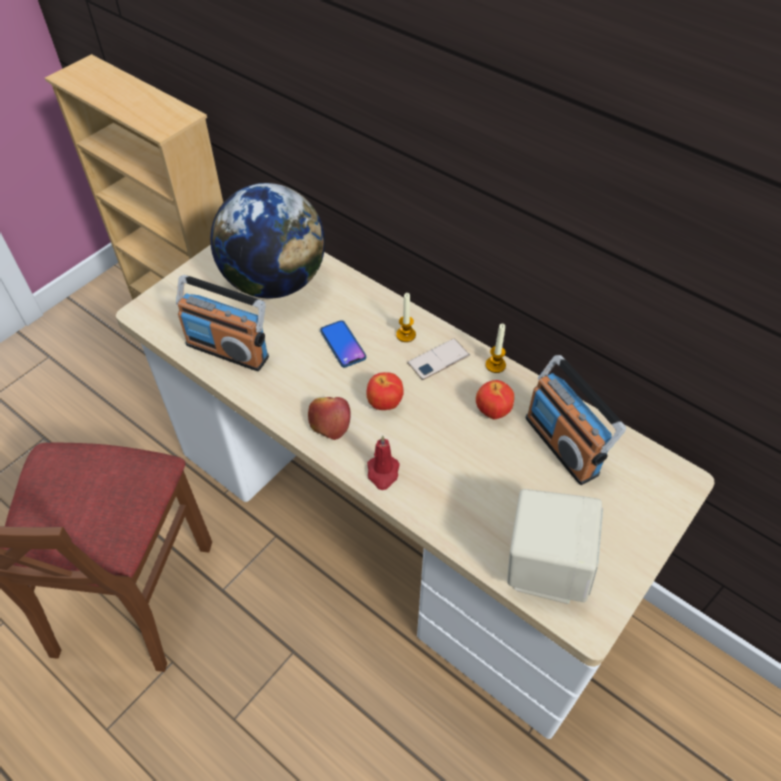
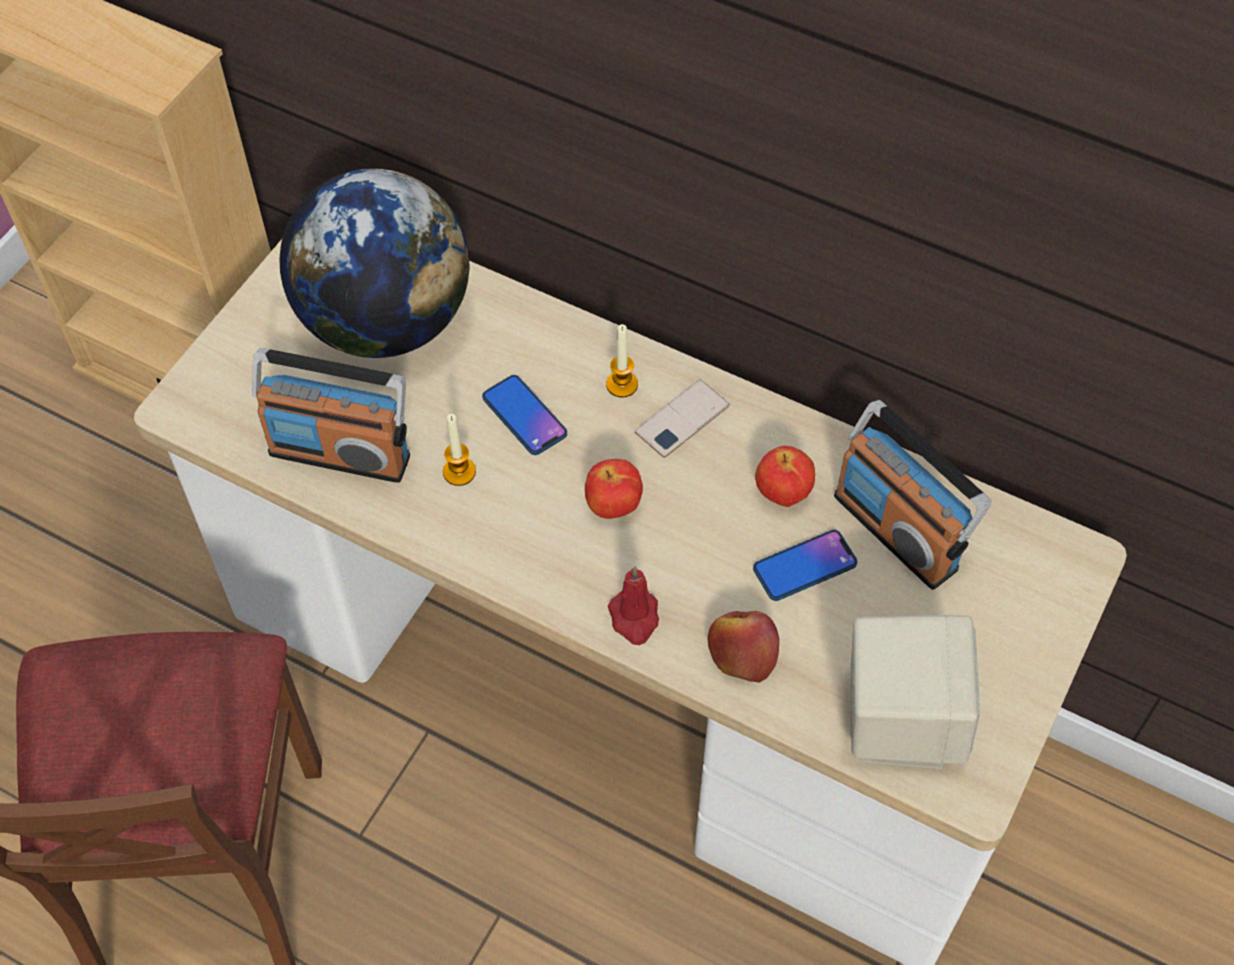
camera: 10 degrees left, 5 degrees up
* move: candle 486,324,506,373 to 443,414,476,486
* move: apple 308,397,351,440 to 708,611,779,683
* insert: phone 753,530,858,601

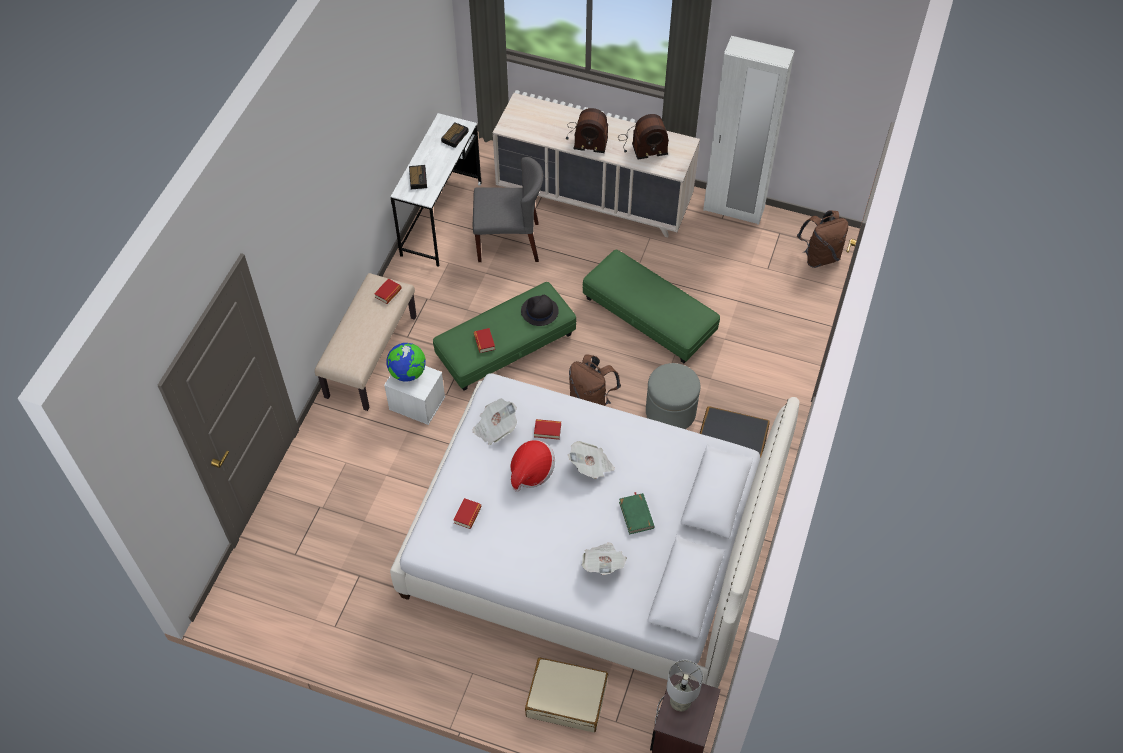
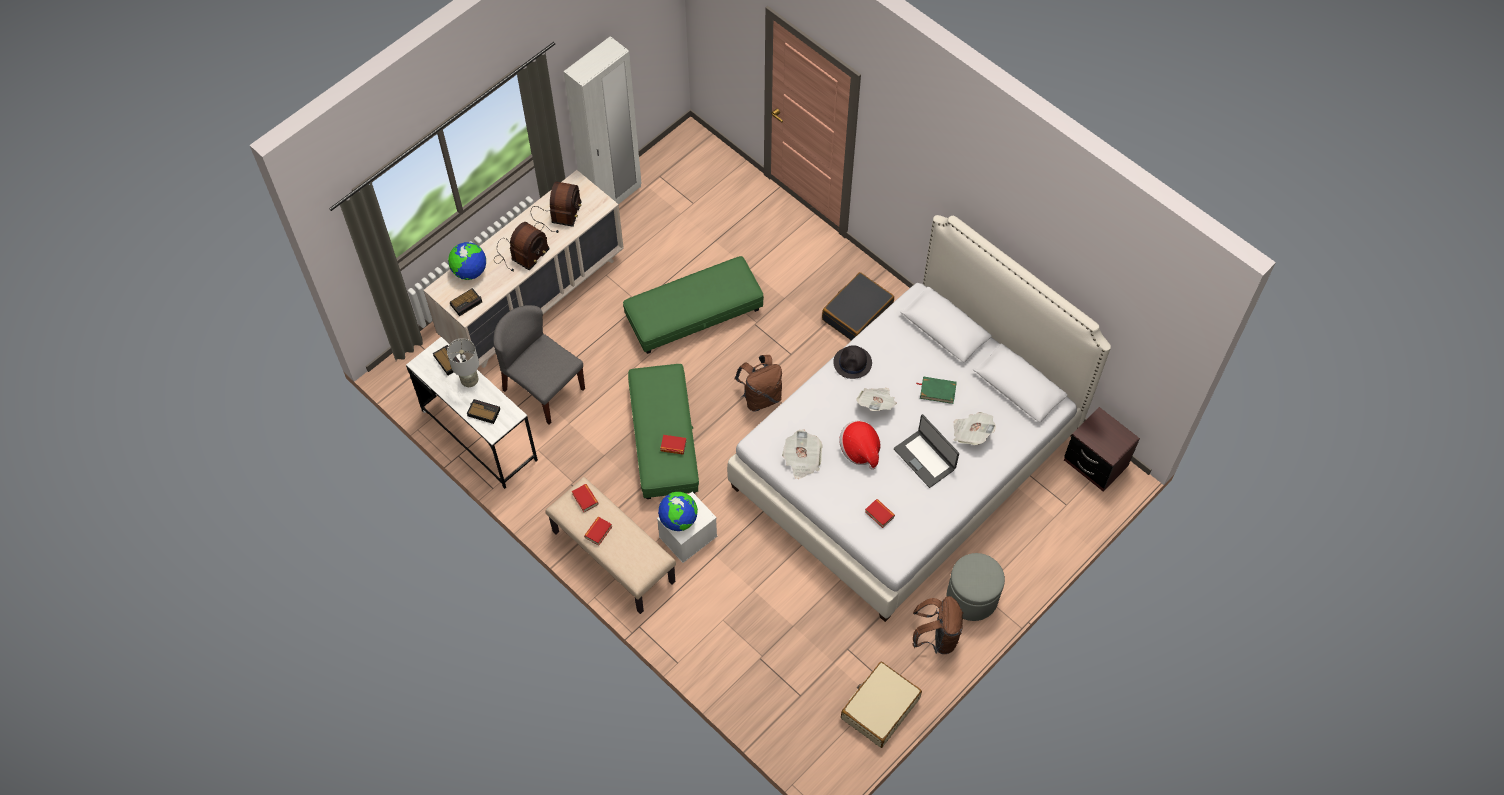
camera: 65 degrees left, 5 degrees up
* move: table lamp in grey 667,660,703,711 to 447,338,479,387
* insert: globe 448,242,486,280
* insert: alarm clock 450,288,482,316
* rotate: chair in grey 473,157,543,262 = 493,305,585,425 75 degrees counterclockwise
* move: book 534,419,561,440 to 584,517,612,546
* move: hat in black 521,295,559,326 to 833,345,872,379
* move: suitcase in beige 525,658,608,732 to 841,662,922,748
* insert: laptop 894,414,959,488
* move: backpack in brown 797,210,848,268 to 912,596,963,654
* move: ottoman in grey 646,363,700,429 to 947,553,1005,621

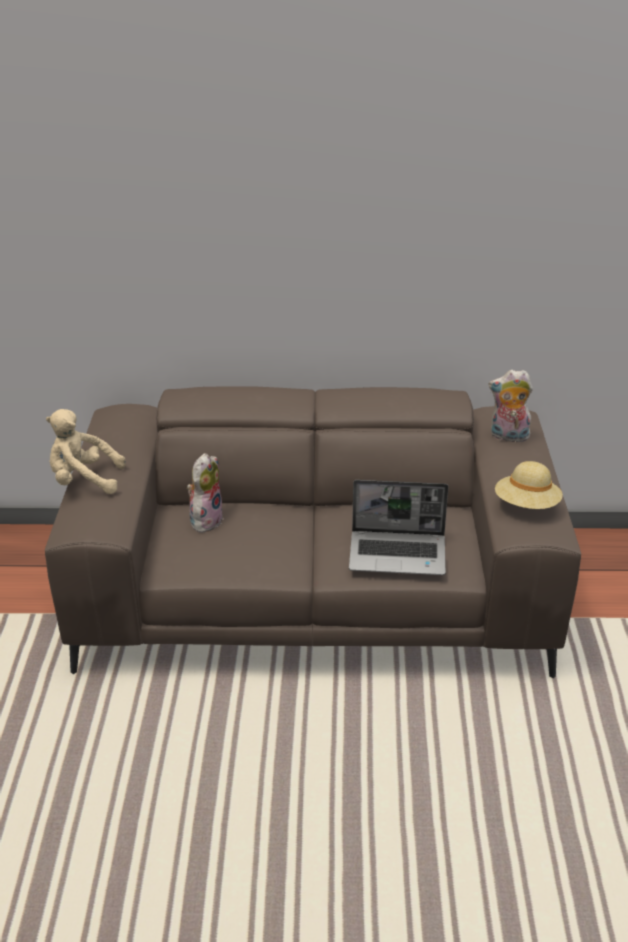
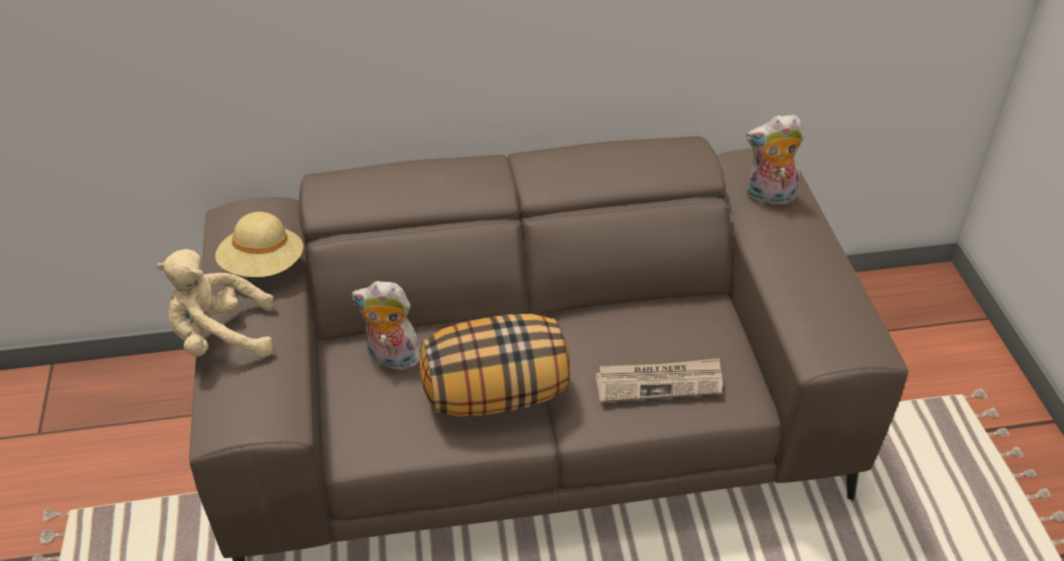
camera: 10 degrees left, 10 degrees up
* move: hat in beige 495,461,563,509 to 215,212,303,277
* rotate: plush toy 187,453,224,533 = 352,281,420,370 90 degrees counterclockwise
* insert: pillow 420,314,570,417
* replace: laptop 349,480,448,575 to newspaper 596,358,723,403

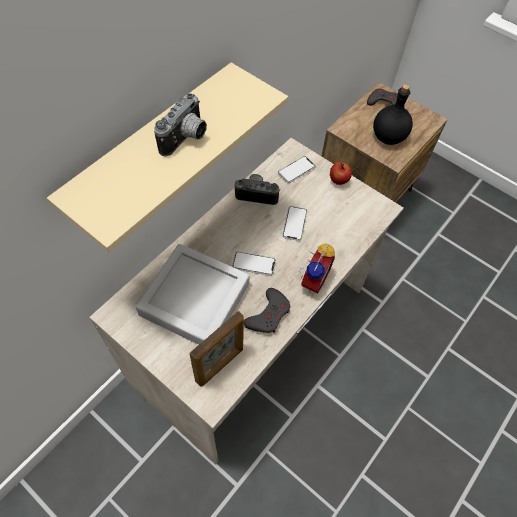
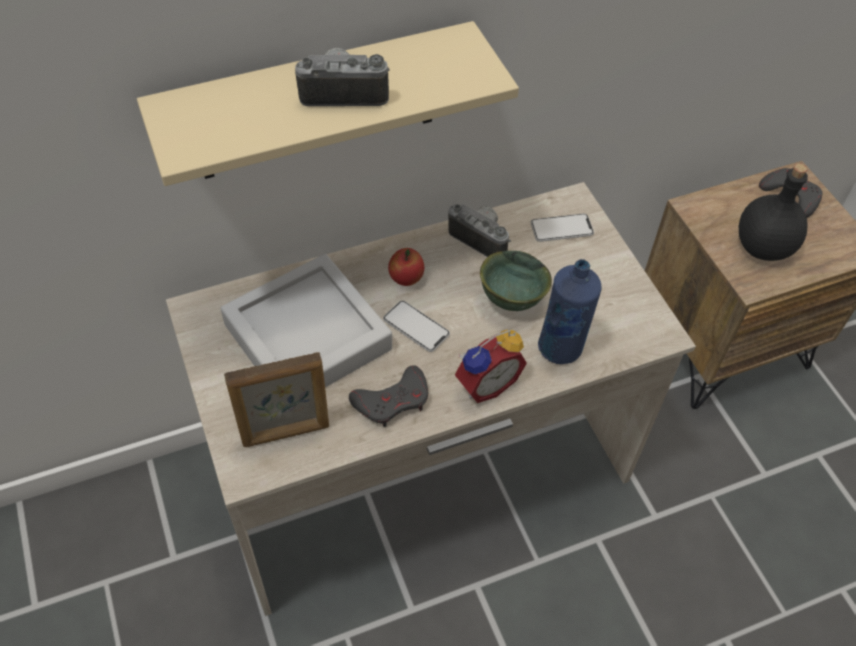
camera: 30 degrees right, 5 degrees down
* rotate: photo camera 154,93,207,156 = 295,48,390,106 150 degrees counterclockwise
* move: apple 330,162,352,185 to 388,248,424,286
* replace: phone 282,206,307,241 to bowl in green 480,251,552,311
* insert: bottle in blue 538,259,601,364

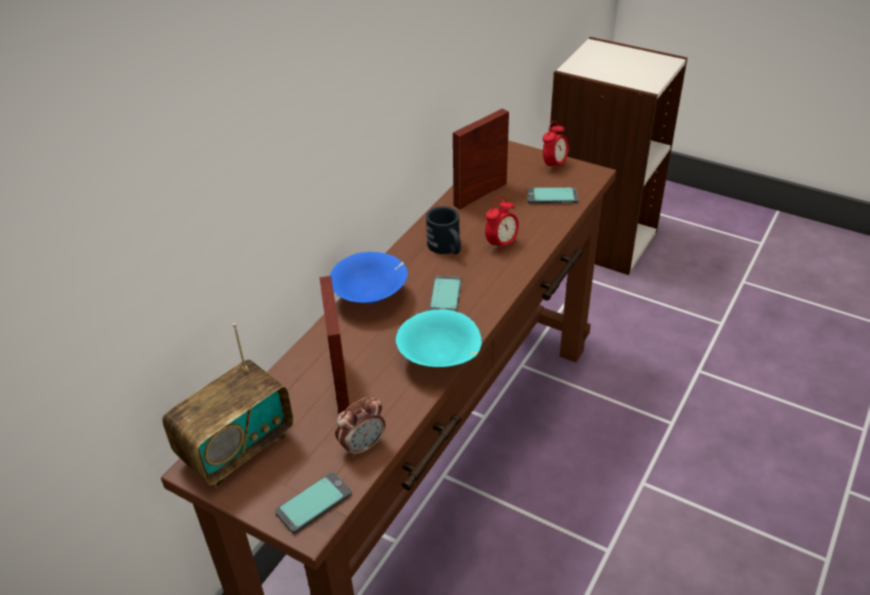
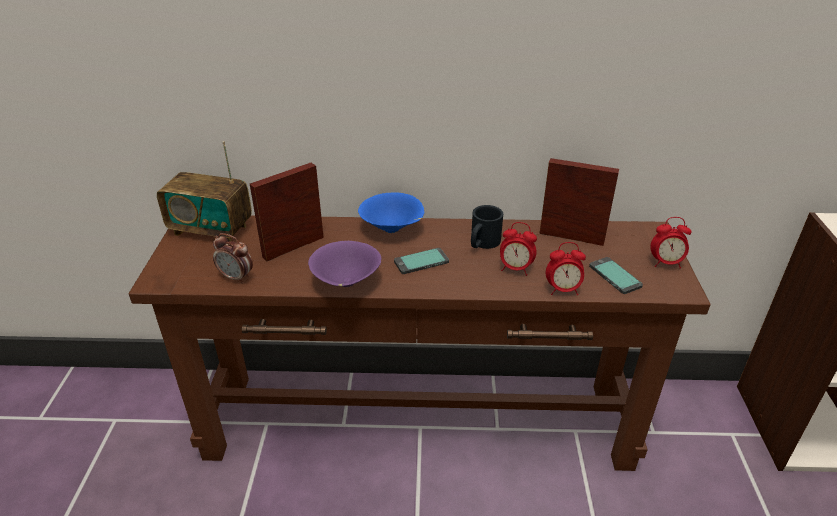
camera: 60 degrees right, 5 degrees down
* recolor: bowl in turquoise 396,309,482,367 to bowl in purple 308,241,381,287
* insert: alarm clock 546,242,586,295
* delete: phone 275,472,352,534

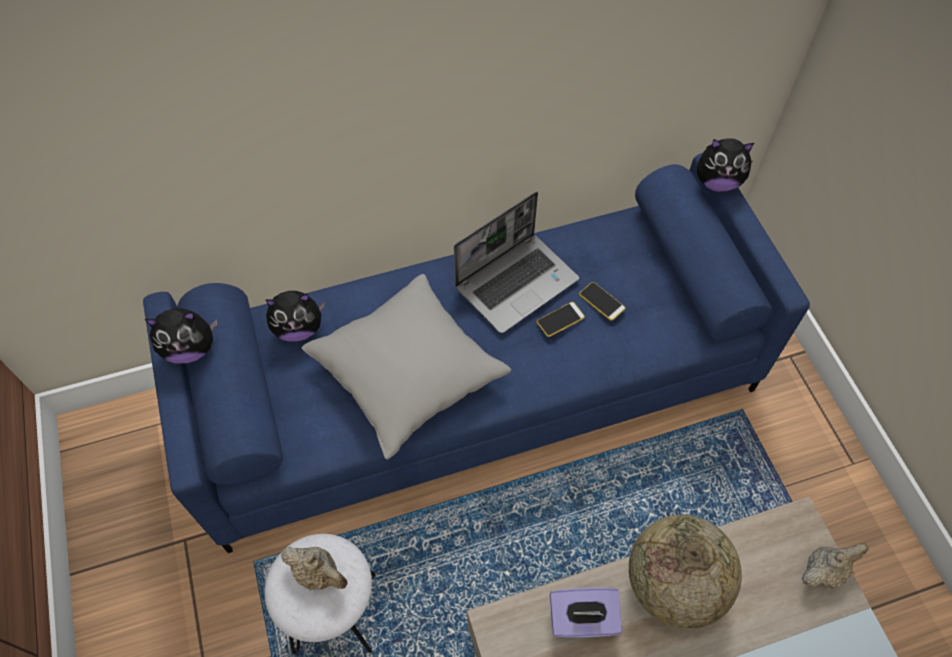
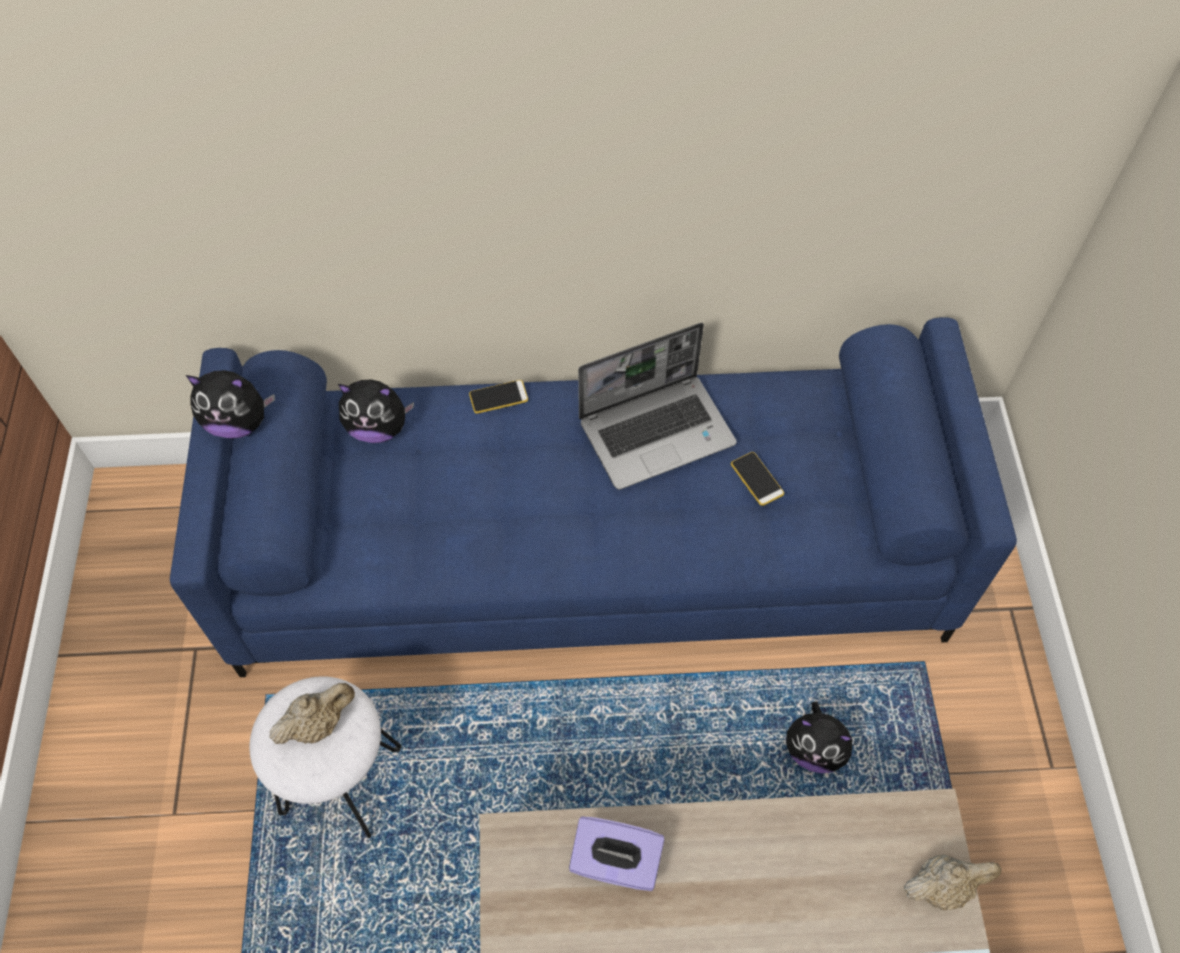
camera: 15 degrees right, 0 degrees up
* rotate: teapot in beige 281,546,348,590 = 269,683,355,744 75 degrees counterclockwise
* move: phone 536,302,585,337 to 469,380,528,414
* move: plush toy 697,138,754,192 to 786,701,857,773
* delete: pillow in grey 302,274,511,459
* delete: globe 629,515,742,629

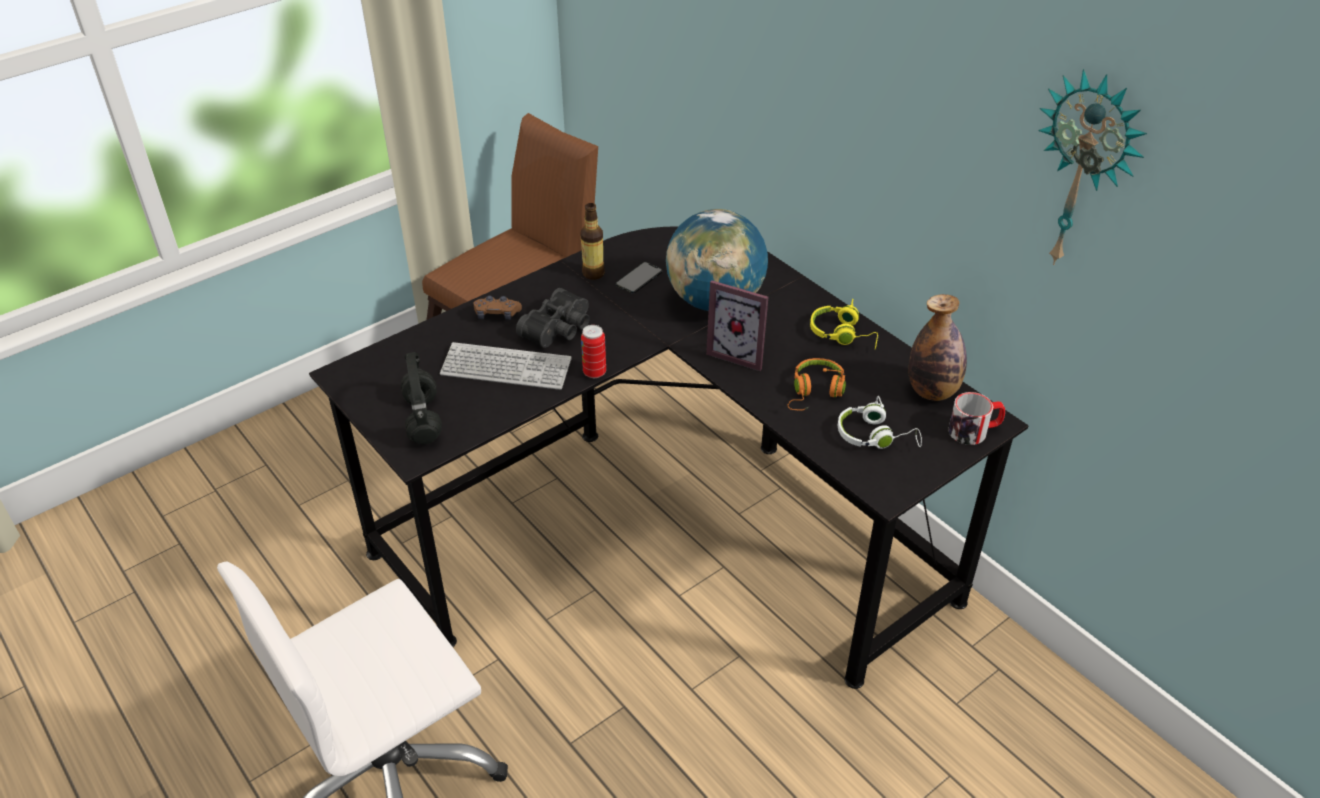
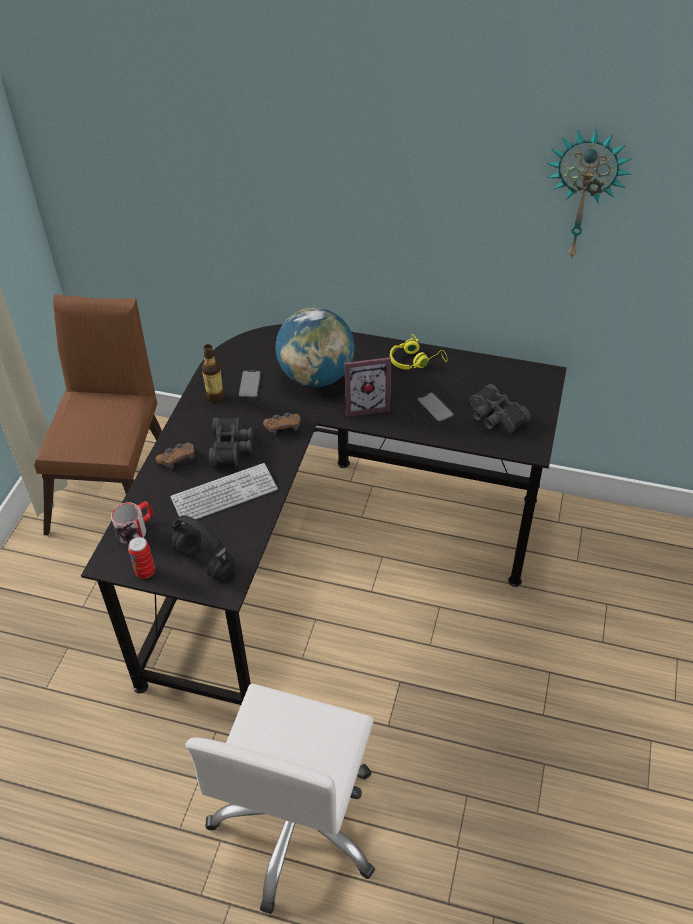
camera: 35 degrees left, 5 degrees up
* move: mug 948,392,1005,445 to 111,501,153,544
* move: can 581,325,606,378 to 128,537,155,579
* insert: game controller in brown 263,412,301,435
* replace: headphones in orange 787,358,846,411 to phone 417,392,454,423
* replace: headphones in white 838,396,922,449 to binoculars in black 470,384,531,434
* delete: bottle 908,294,967,401

